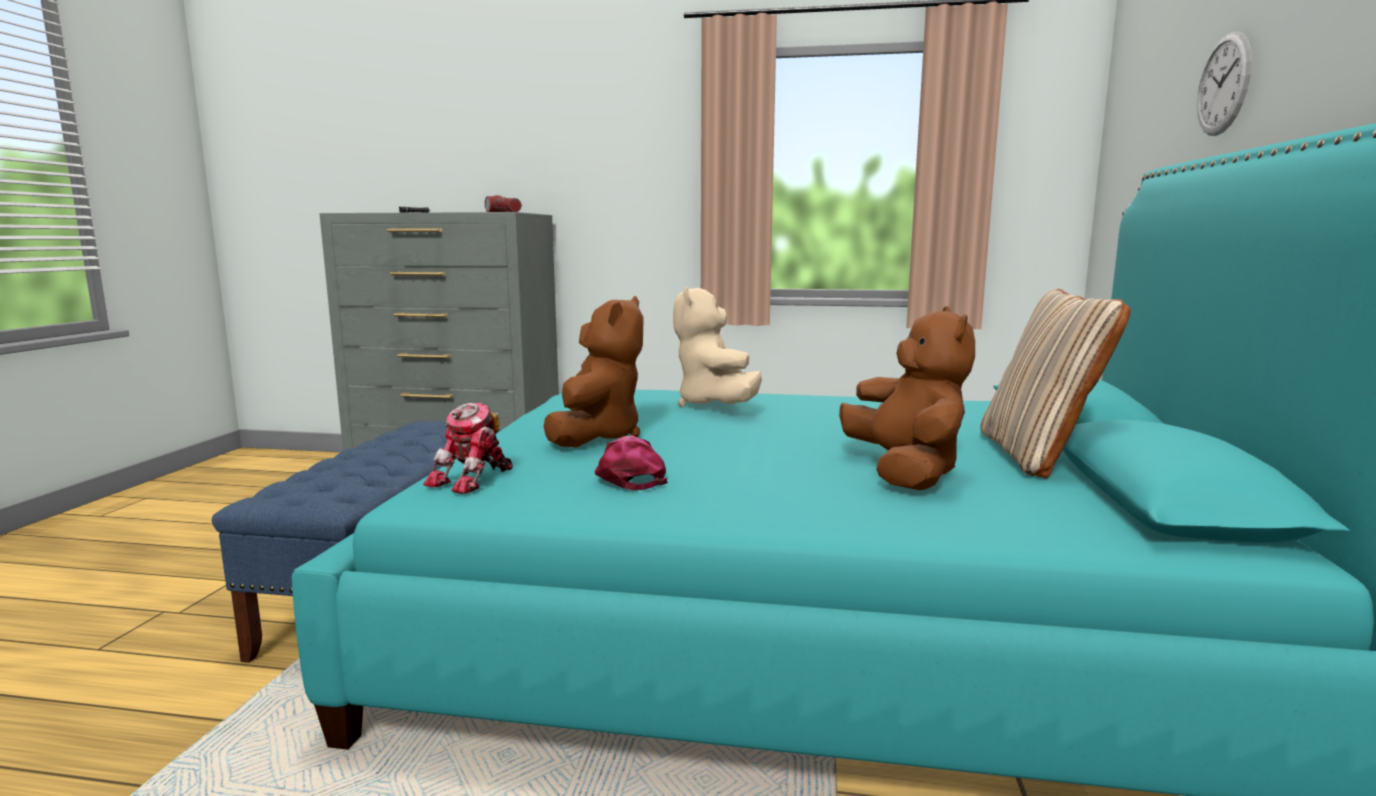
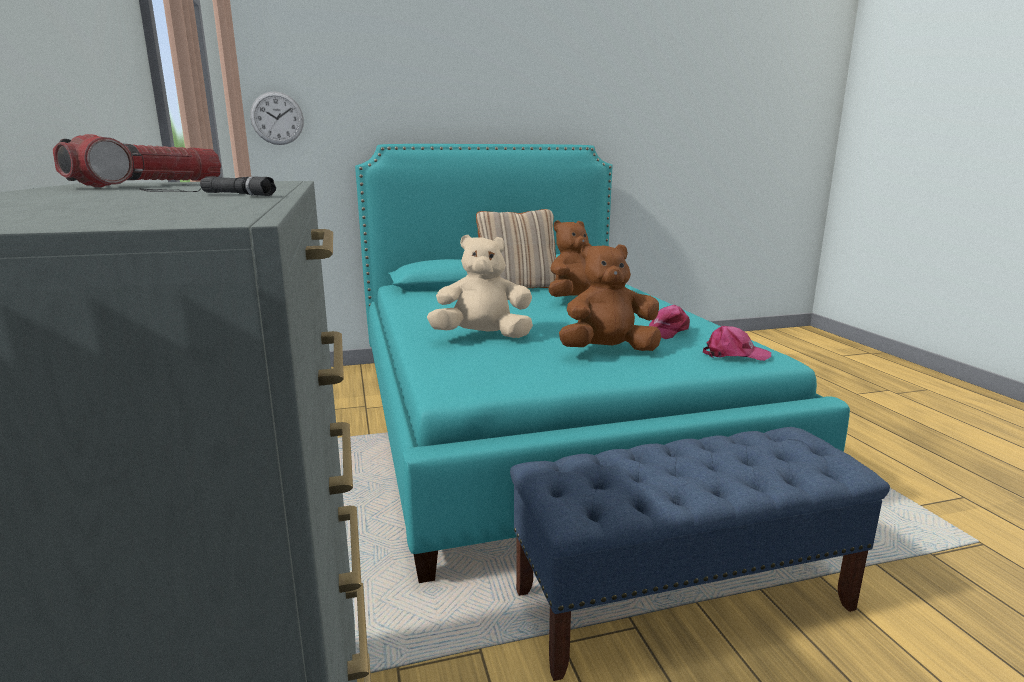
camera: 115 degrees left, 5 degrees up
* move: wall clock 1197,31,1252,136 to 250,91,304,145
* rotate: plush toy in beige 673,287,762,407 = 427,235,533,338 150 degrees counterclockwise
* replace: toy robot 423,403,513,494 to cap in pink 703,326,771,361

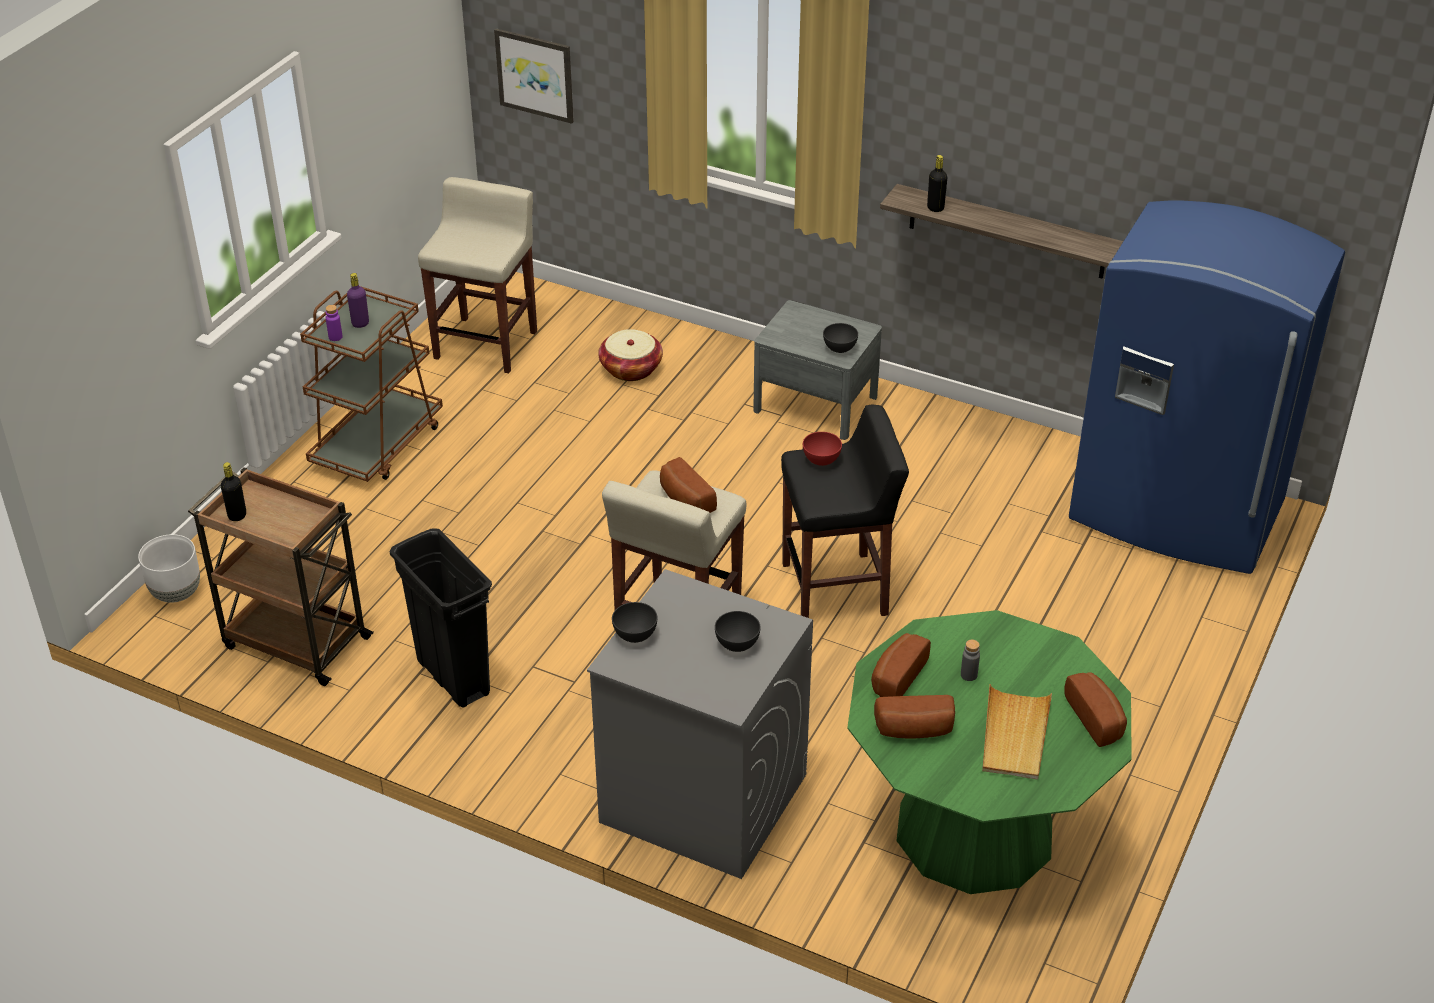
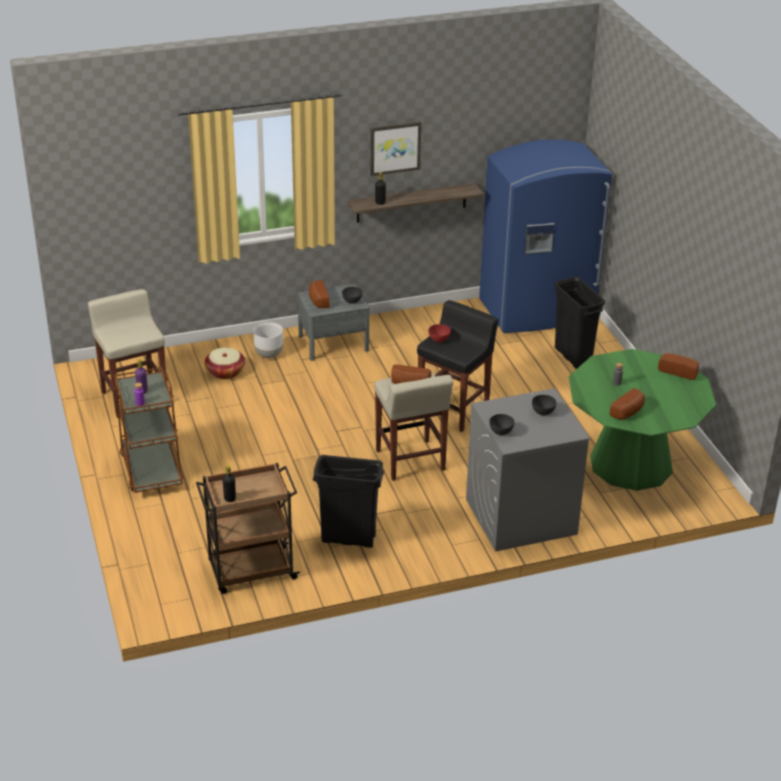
camera: 45 degrees left, 5 degrees down
* move: planter in white 138,534,200,603 to 253,322,283,358
* move: bread 871,633,931,697 to 309,280,330,308
* move: picture 494,28,574,124 to 370,122,421,176
* insert: trash can in black 554,277,606,369
* delete: tray in beige 982,684,1052,780

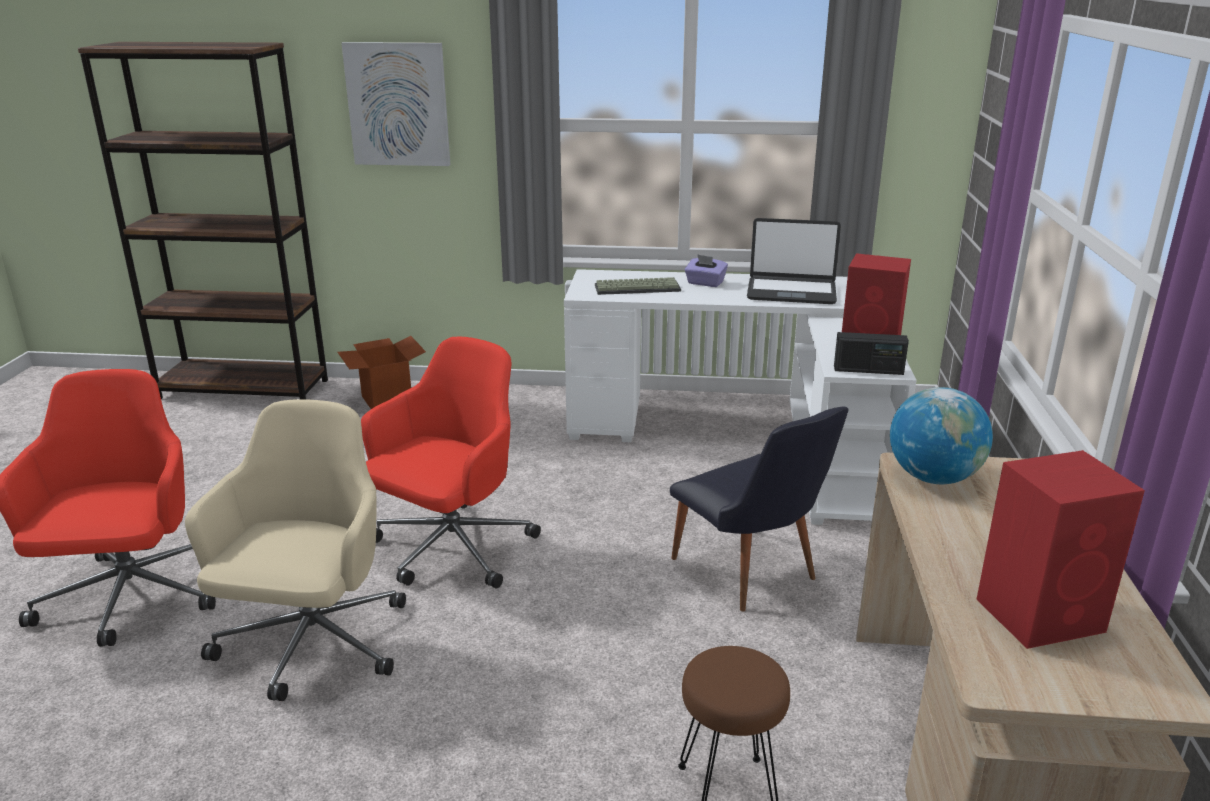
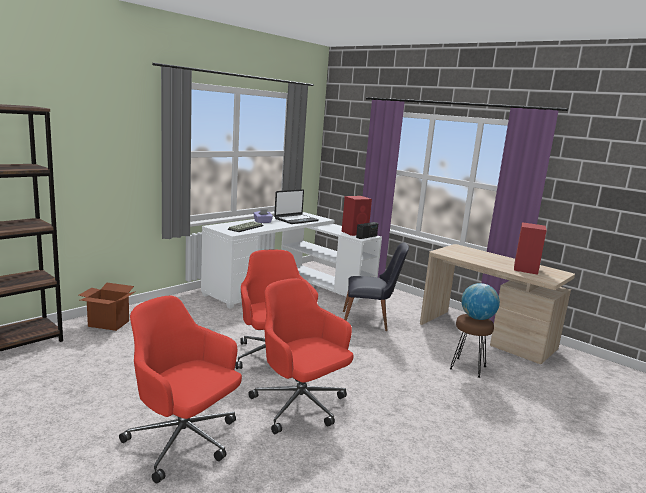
camera: 55 degrees left, 10 degrees down
* recolor: office chair in beige 185,399,406,701 to office chair in red 248,278,354,434
* move: globe 890,387,993,484 to 461,283,500,320
* delete: picture 341,42,450,166

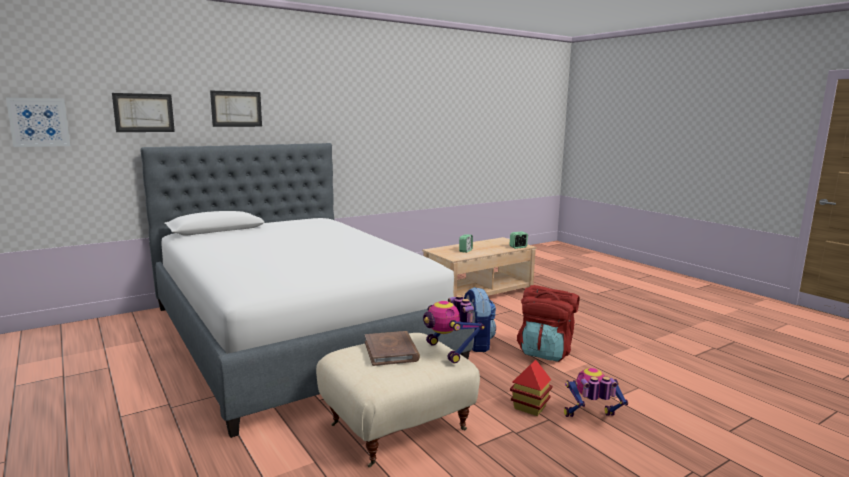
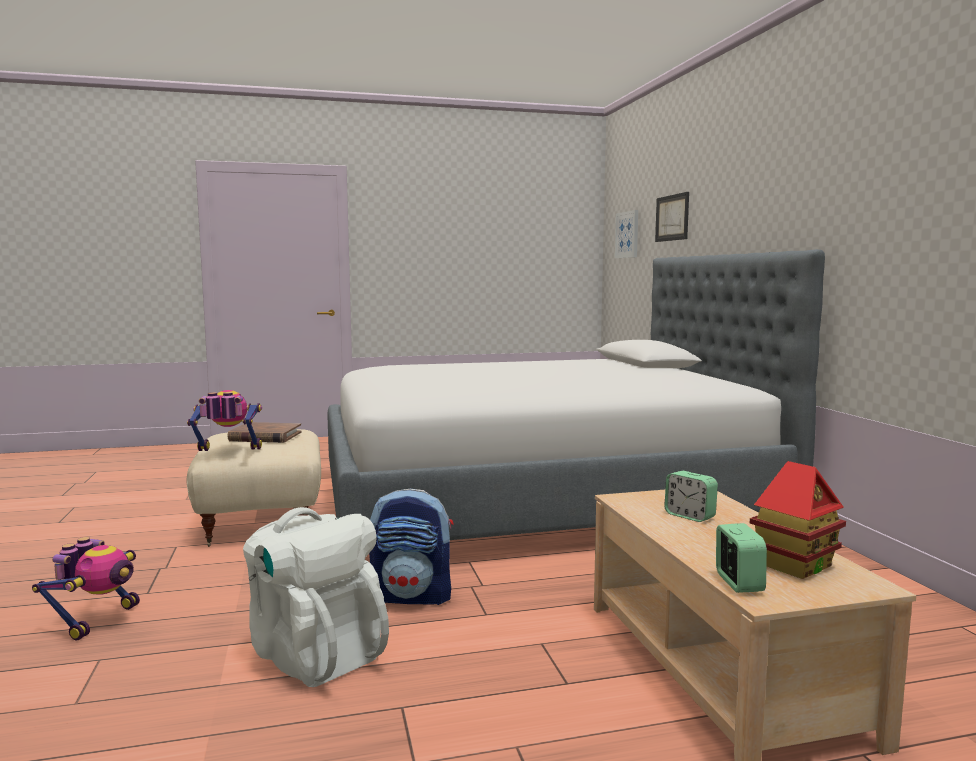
camera: 110 degrees right, 5 degrees down
* recolor: backpack in red 517,285,579,362 to backpack in white 243,507,389,687
* move: toy house 510,359,553,416 to 750,461,846,579
* delete: picture 210,91,262,127

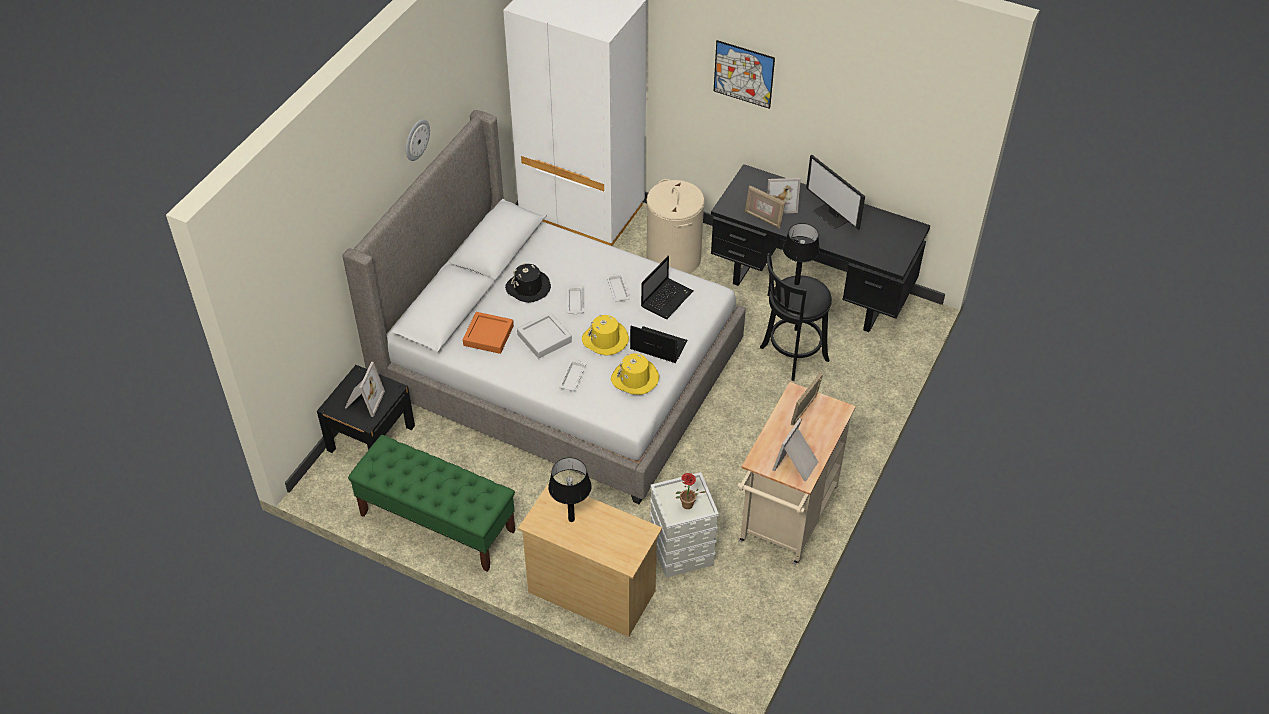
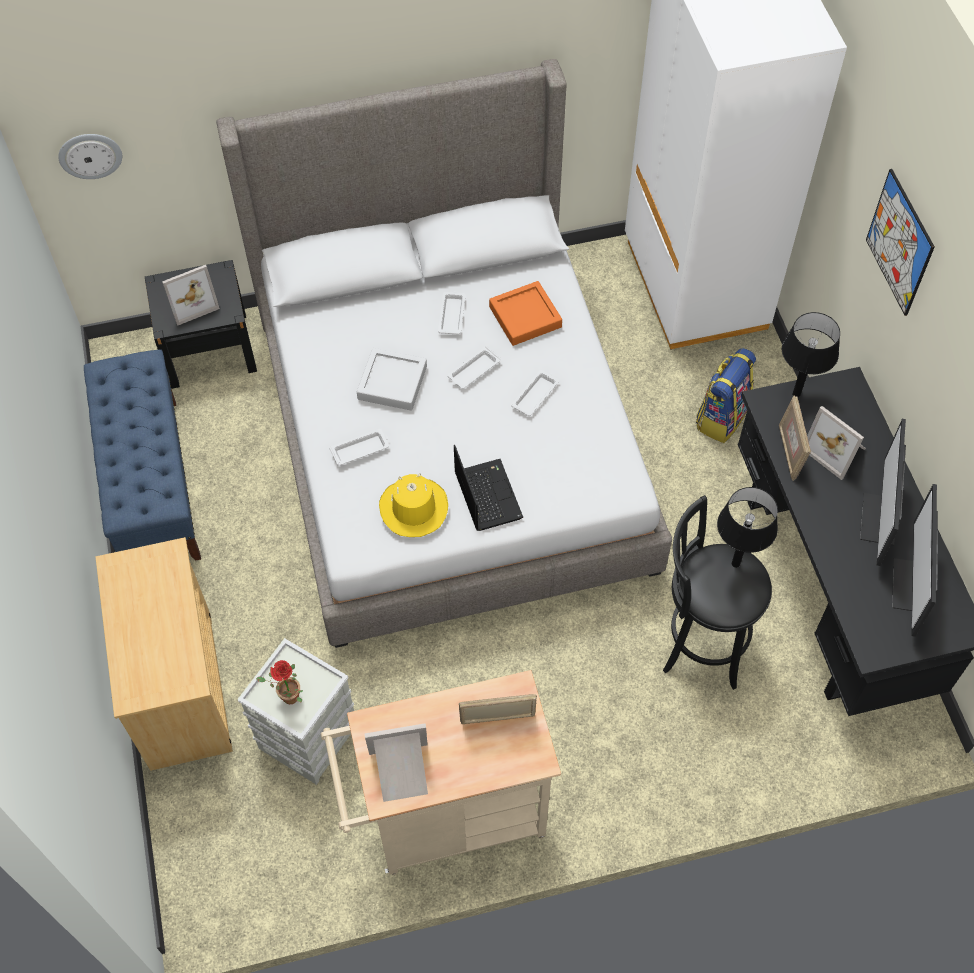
camera: 50 degrees right, 10 degrees up
* move: wall clock 406,119,430,161 to 58,134,122,179
* recolor: bench in green 348,435,515,572 to bench in blue 84,349,201,560
* replace: hat in black 505,263,551,303 to tray in white 438,291,466,335
* move: tray in orange 463,312,514,354 to 489,281,562,346
* replace: laundry basket in beige 647,179,705,274 to backpack 696,348,756,443
* move: table lamp in black 548,458,591,522 to 782,312,840,398
* insert: monitor 892,484,938,637
* delete: hat in yellow 582,315,629,355
* delete: laptop 641,256,694,319

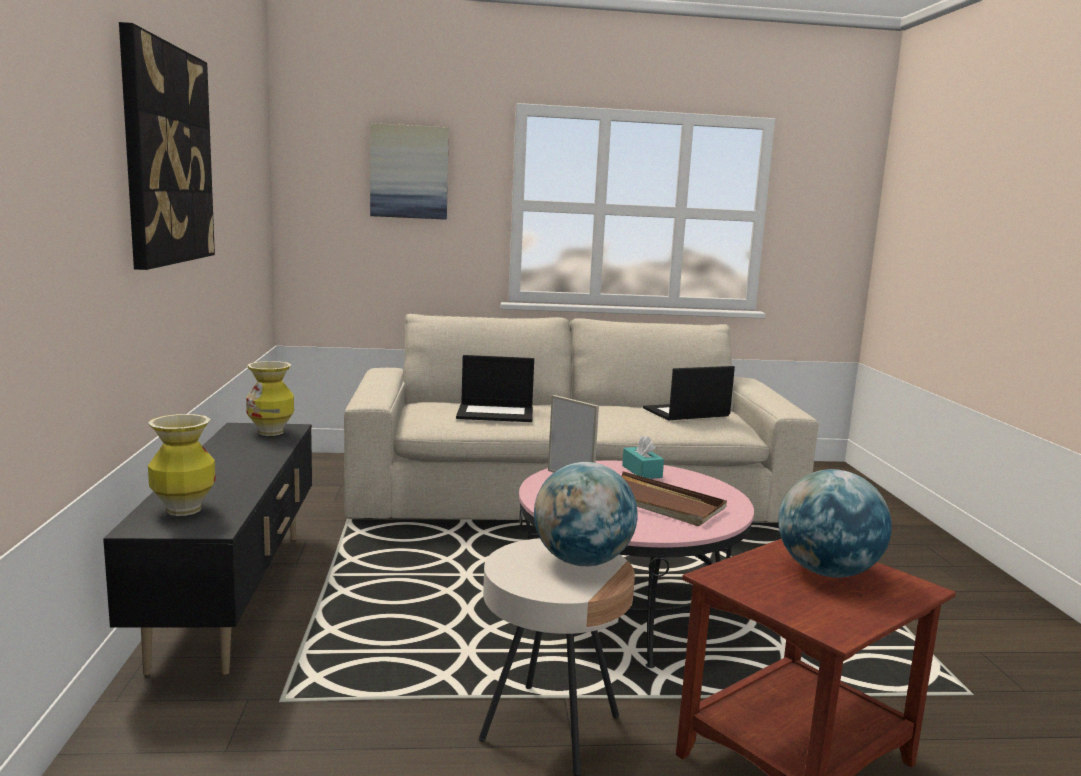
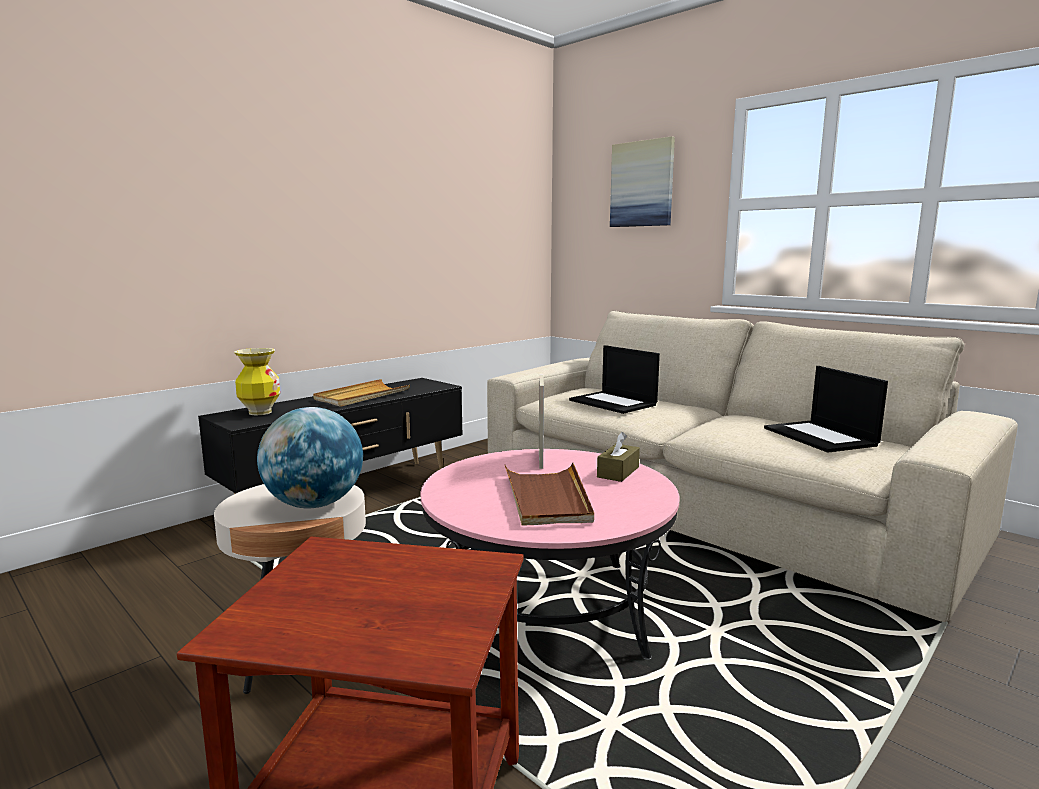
camera: 50 degrees right, 0 degrees up
* insert: tray in beige 313,379,410,407
* recolor: tissue box in turquoise 622,435,664,479 to tissue box in brown 597,432,640,482
* rotate: laptop 643,366,735,420 = 764,366,888,453 135 degrees counterclockwise
* delete: picture 119,22,215,270
* delete: vase 246,361,294,436
* delete: globe 778,469,892,578

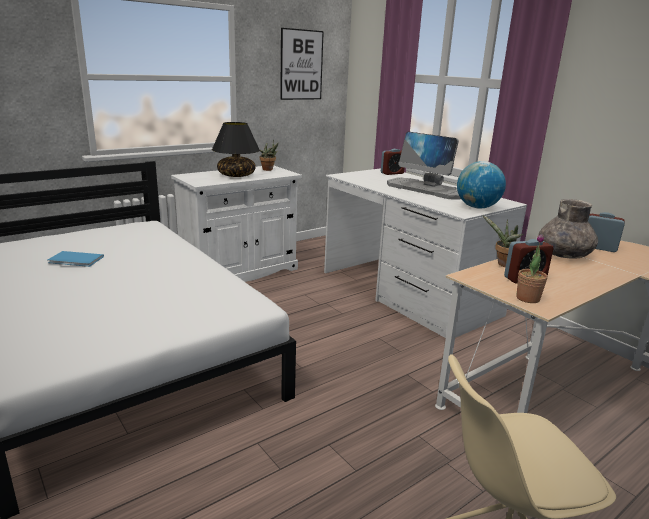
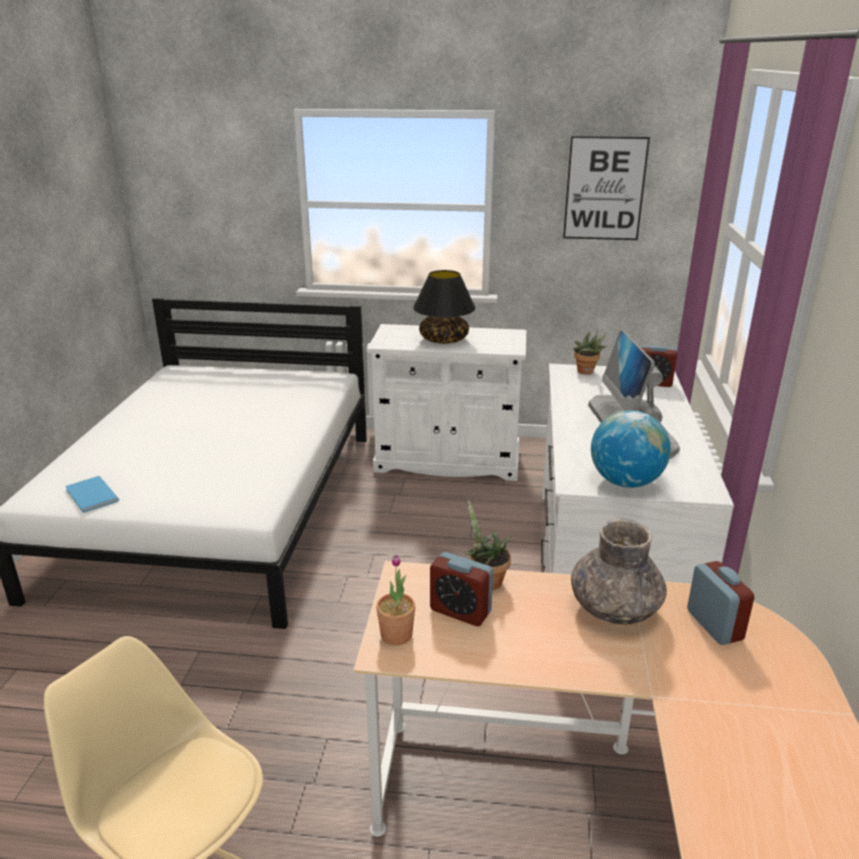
camera: 45 degrees right, 5 degrees up
* move: book in blue 48,251,104,267 to 65,476,119,513
* move: potted plant 260,140,279,171 to 573,330,607,374

